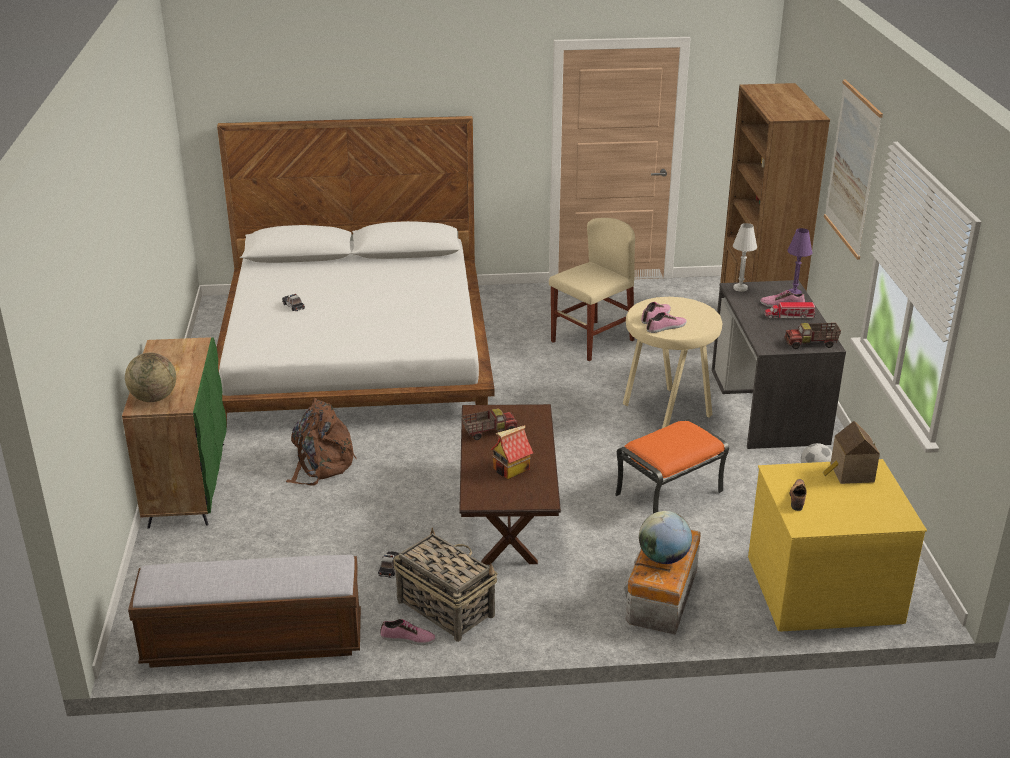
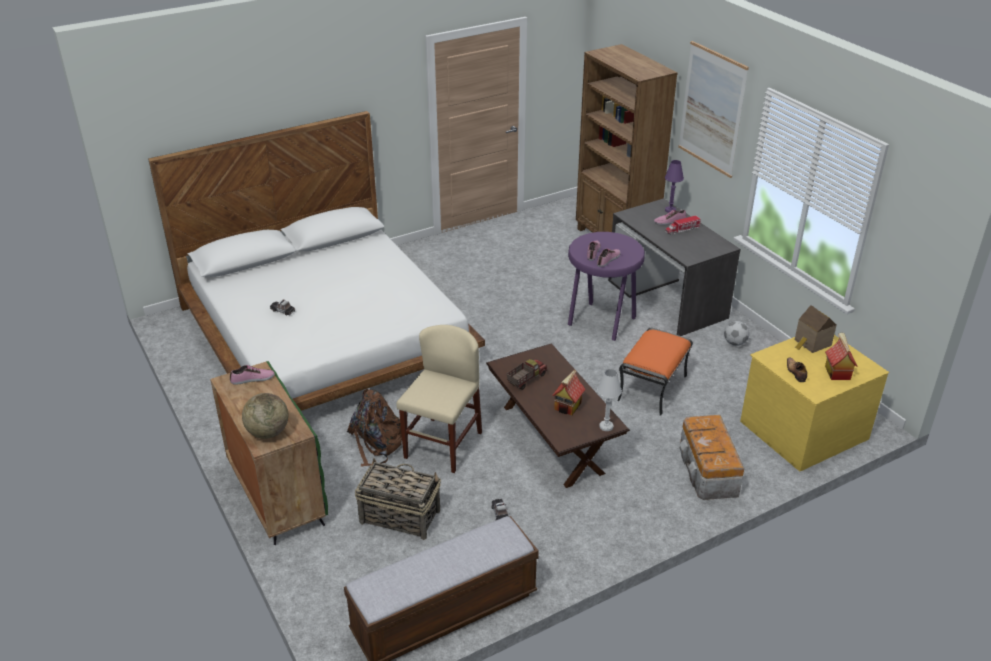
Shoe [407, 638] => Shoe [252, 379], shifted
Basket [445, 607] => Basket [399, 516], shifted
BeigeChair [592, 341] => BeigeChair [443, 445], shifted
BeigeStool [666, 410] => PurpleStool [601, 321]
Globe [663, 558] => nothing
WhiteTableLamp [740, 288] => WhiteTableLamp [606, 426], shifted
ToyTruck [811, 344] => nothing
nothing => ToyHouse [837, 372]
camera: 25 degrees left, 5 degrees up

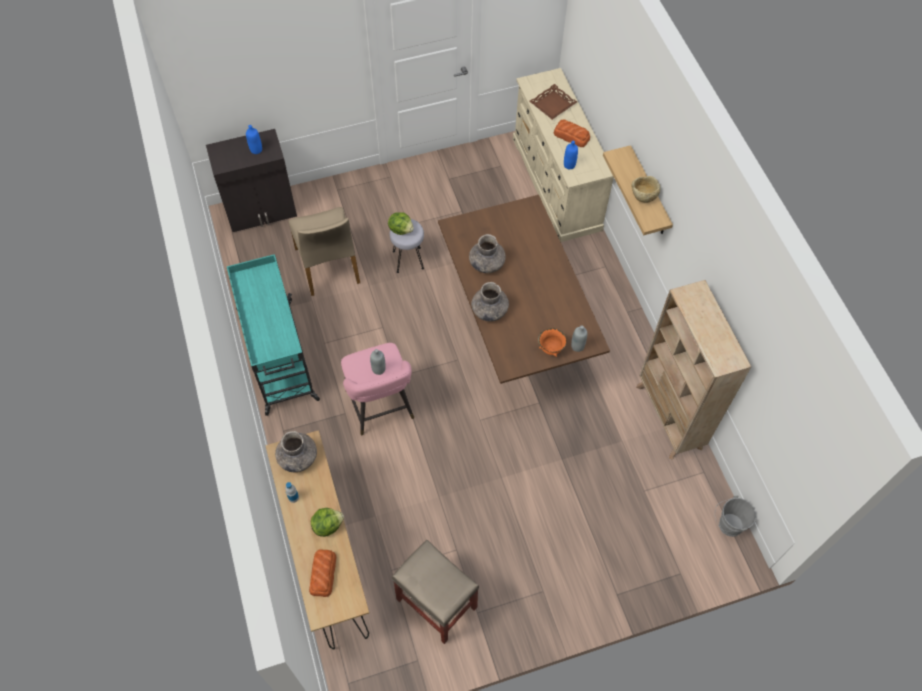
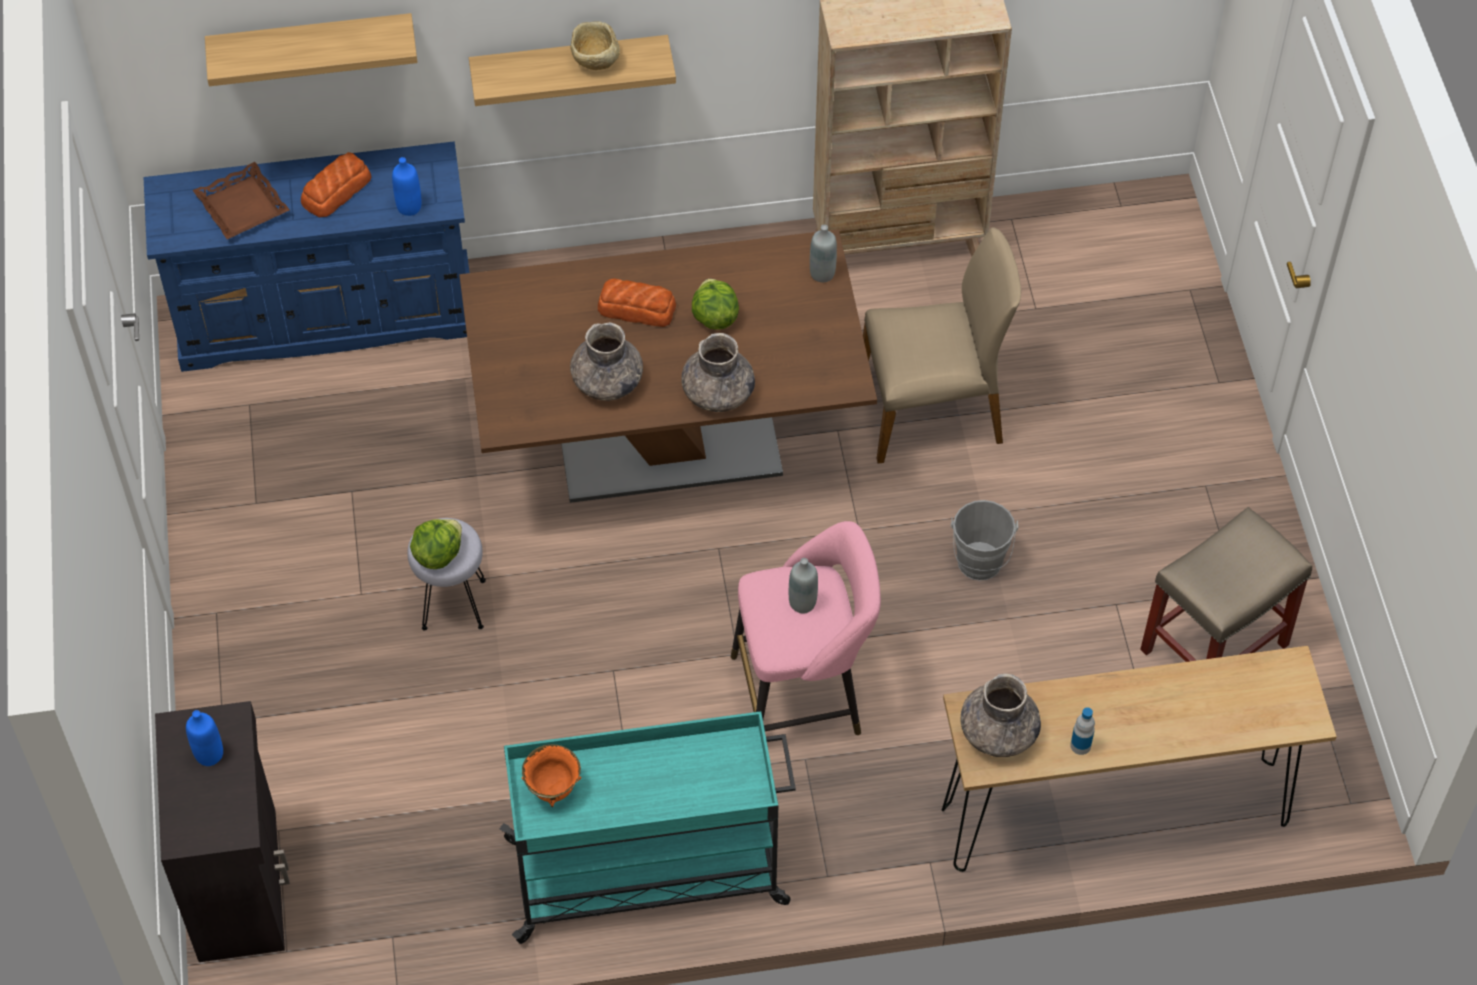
BeigeChair [328, 266] => BeigeChair [932, 409], shifted
Bread [323, 573] => Bread [636, 308], shifted
Lettuce [327, 525] => Lettuce [714, 317], shifted
BeigeDresser [556, 184] => BlueDresser [328, 315]
OrangeBowl [551, 349] => OrangeBowl [552, 789], shifted
GreyBucket [727, 525] => GreyBucket [979, 566], shifted
nothing => Shelf [312, 45]
camera: 80 degrees left, 5 degrees down

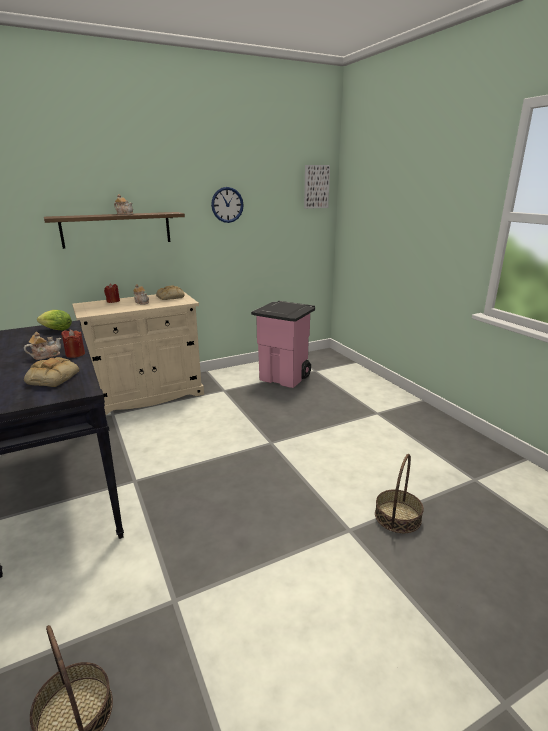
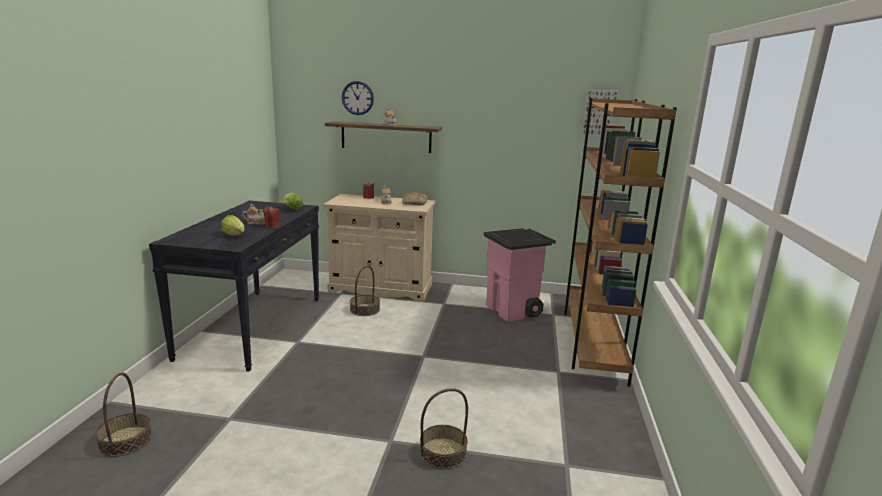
Bread [52, 378] => Lettuce [235, 236]
WallClock [227, 205] => WallClock [357, 98], shifted
nothing => Basket [365, 310]
nothing => BrownBookcase [592, 341]
camera: 35 degrees right, 5 degrees down

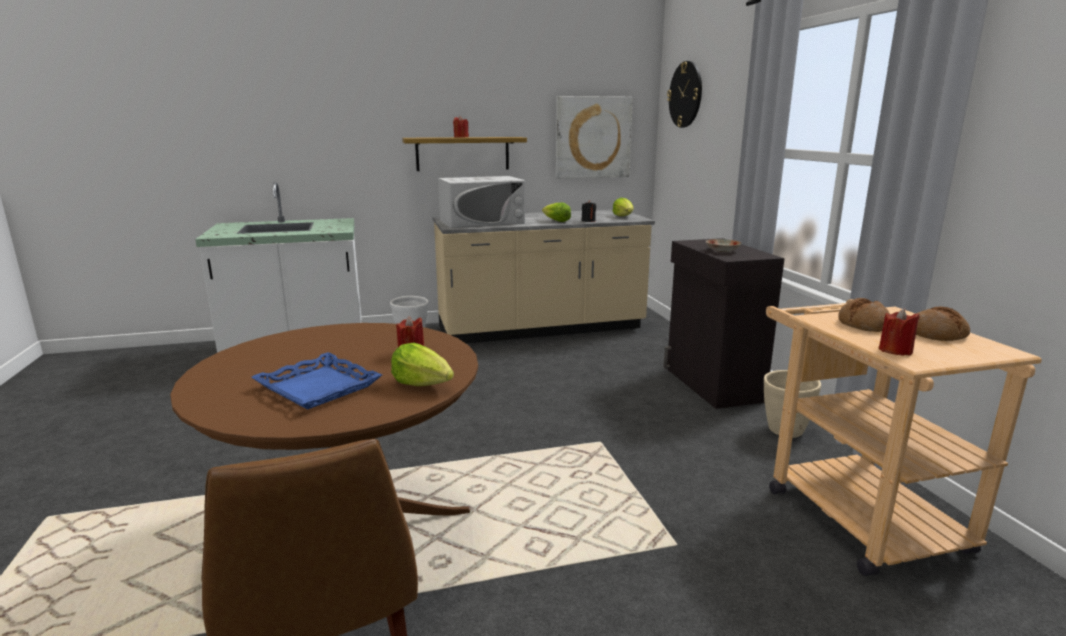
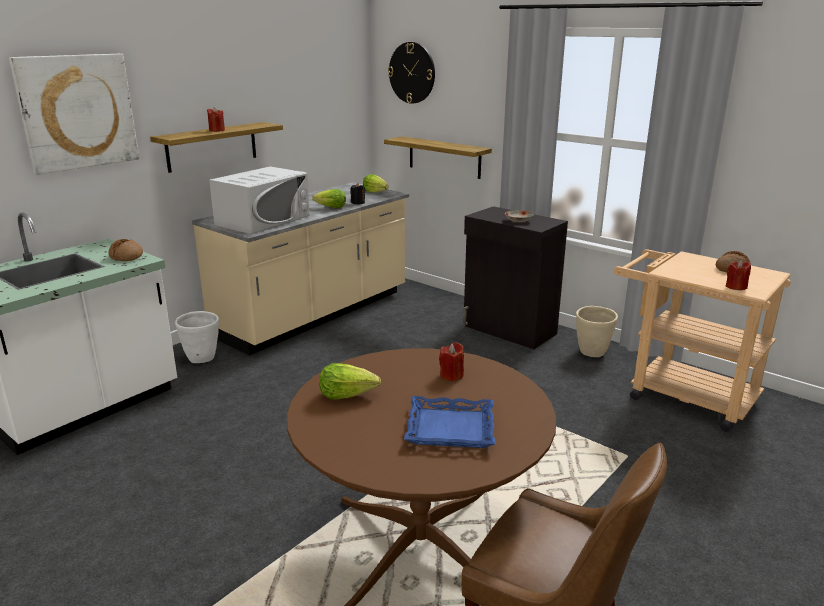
Lettuce [423, 384] => Lettuce [347, 394], shifted
Picture [593, 137] => Picture [77, 112], shifted
Bread [863, 324] => Bread [127, 256], shifted
nothing => Shelf [444, 157]
camera: 35 degrees left, 5 degrees up

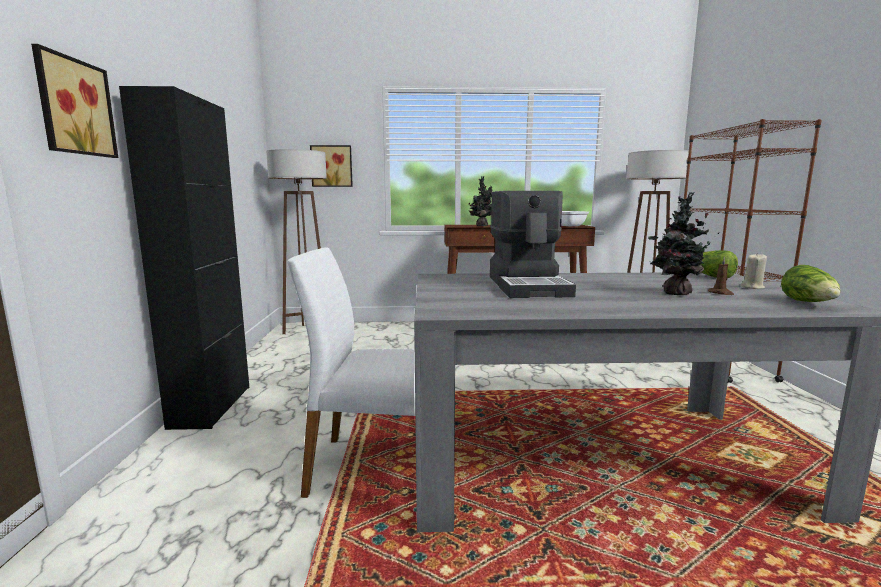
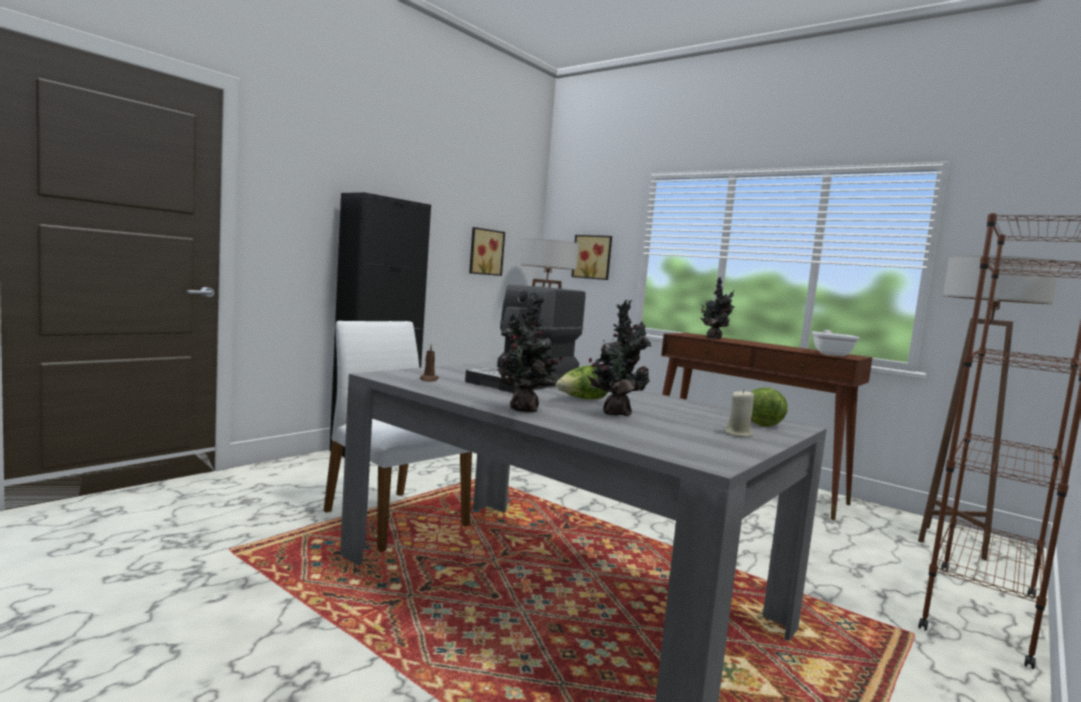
Picture [72, 107] => Picture [485, 252], shifted
BrownCandle [721, 293] => BrownCandle [428, 380], shifted
Lettuce [809, 303] => Lettuce [582, 400], shifted
nothing => PottedPlant [525, 410]
camera: 40 degrees right, 5 degrees down

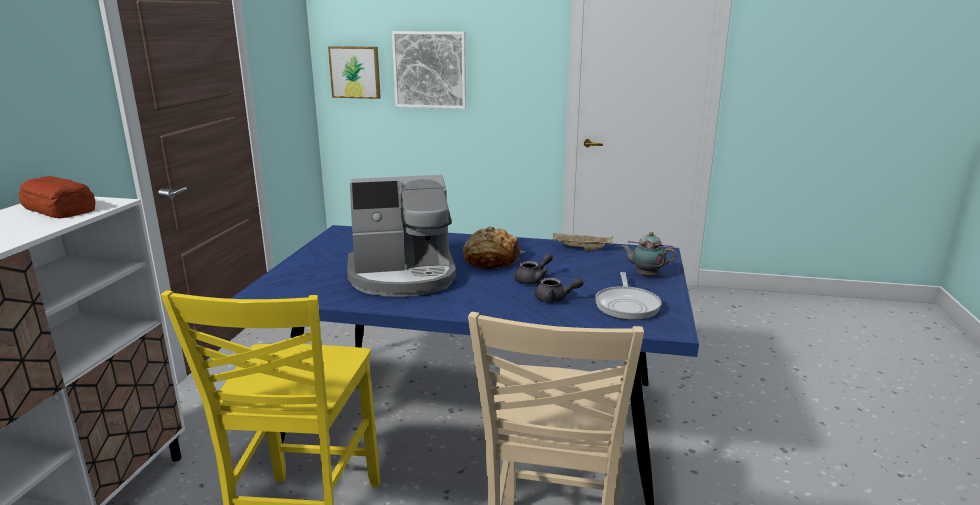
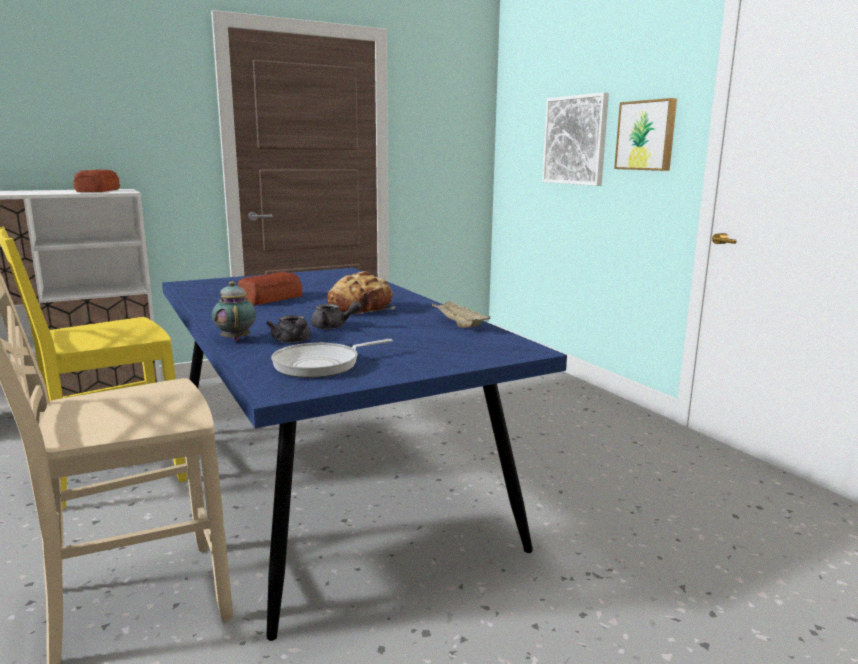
Picture [355, 72] => Picture [647, 135], shifted
CoffeeMachine [403, 276] => Bread [271, 299]
Teapot [645, 275] => Teapot [236, 339], shifted
camera: 50 degrees right, 5 degrees down

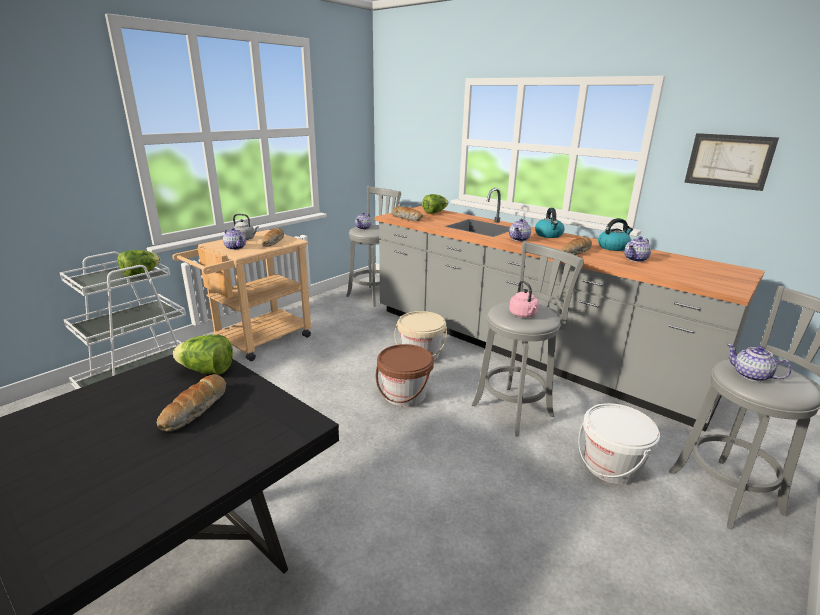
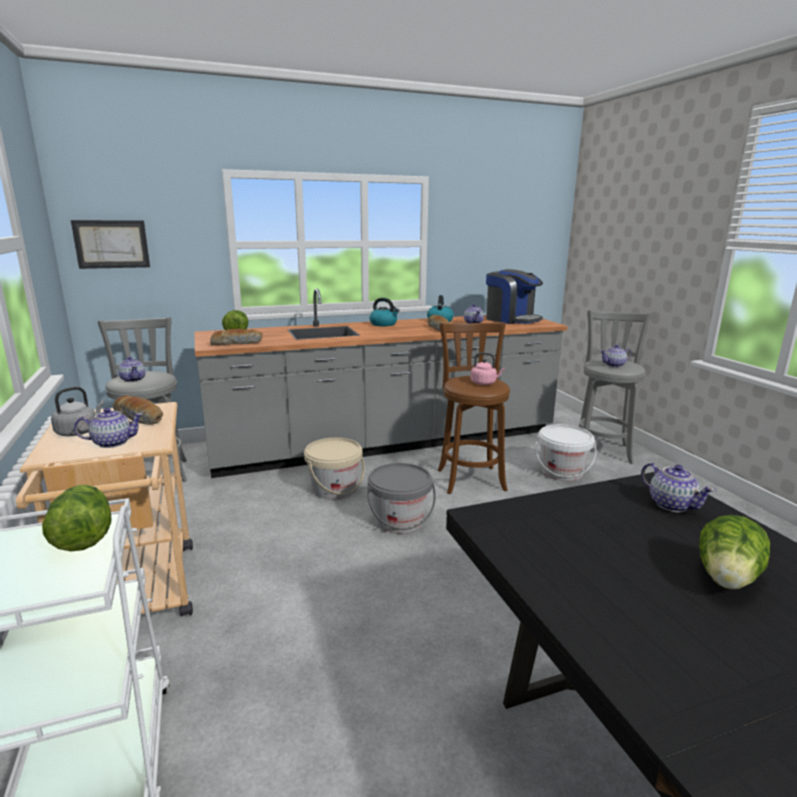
Bread [196, 410] => nothing
Lettuce [207, 371] => Lettuce [727, 579], shifted
BrownBucket [404, 394] => GreyBucket [399, 520]
GreyStool [515, 409] => BrownStool [470, 478]
Teapot [519, 239] => Teapot [671, 504], shifted
Picture [729, 161] => Picture [111, 244], shifted
nothing => CoffeeMachine [511, 319]
camera: 60 degrees left, 5 degrees down

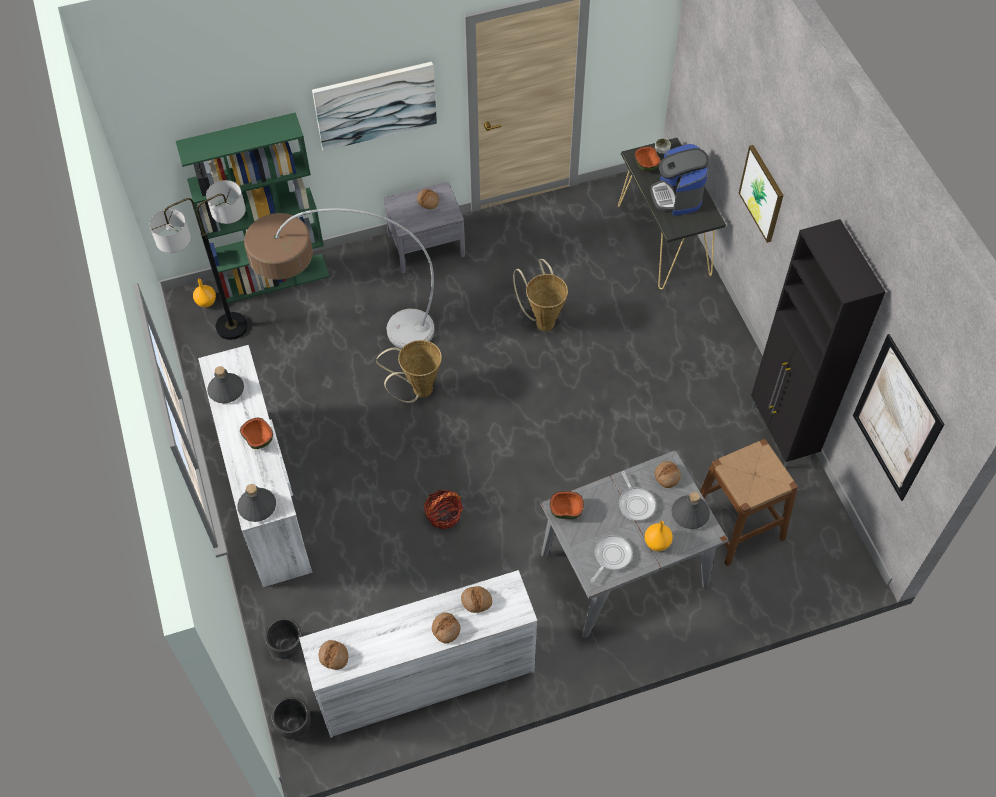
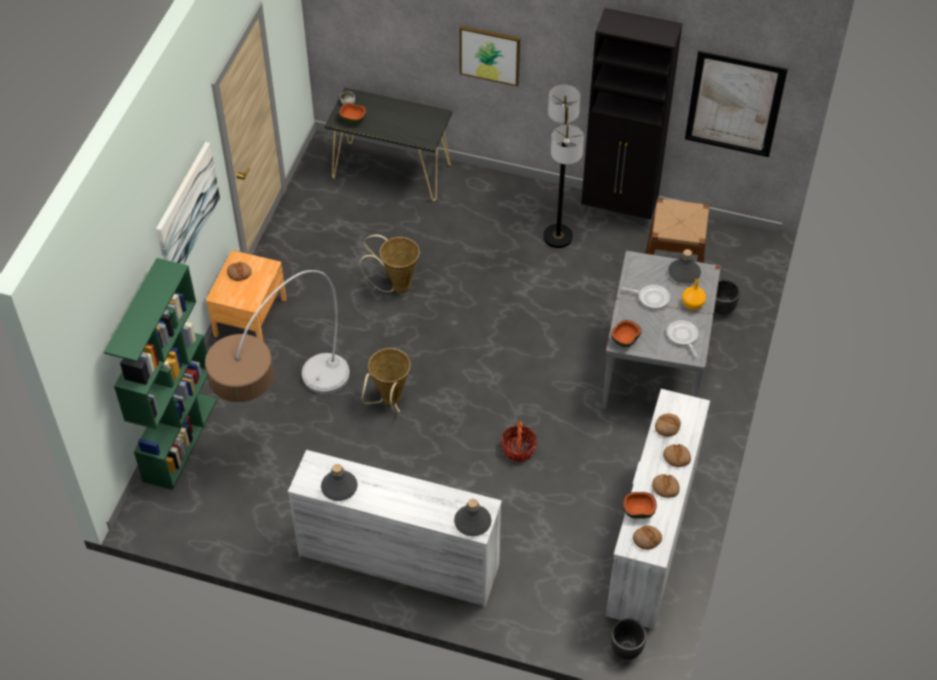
FloorLamp [232, 326] => FloorLamp [558, 237], shifted
OrangeVase [206, 302] => nothing
Bowl [258, 439] => Bowl [638, 511], shifted
BlackPlanter [287, 647] => BlackPlanter [721, 308], shifted
GreyNightstand [426, 245] => BrownNightstand [250, 317]
CoffeeMachine [677, 196] => nothing
Bread [667, 476] => Bread [665, 488], shifted
camera: 55 degrees left, 5 degrees down

